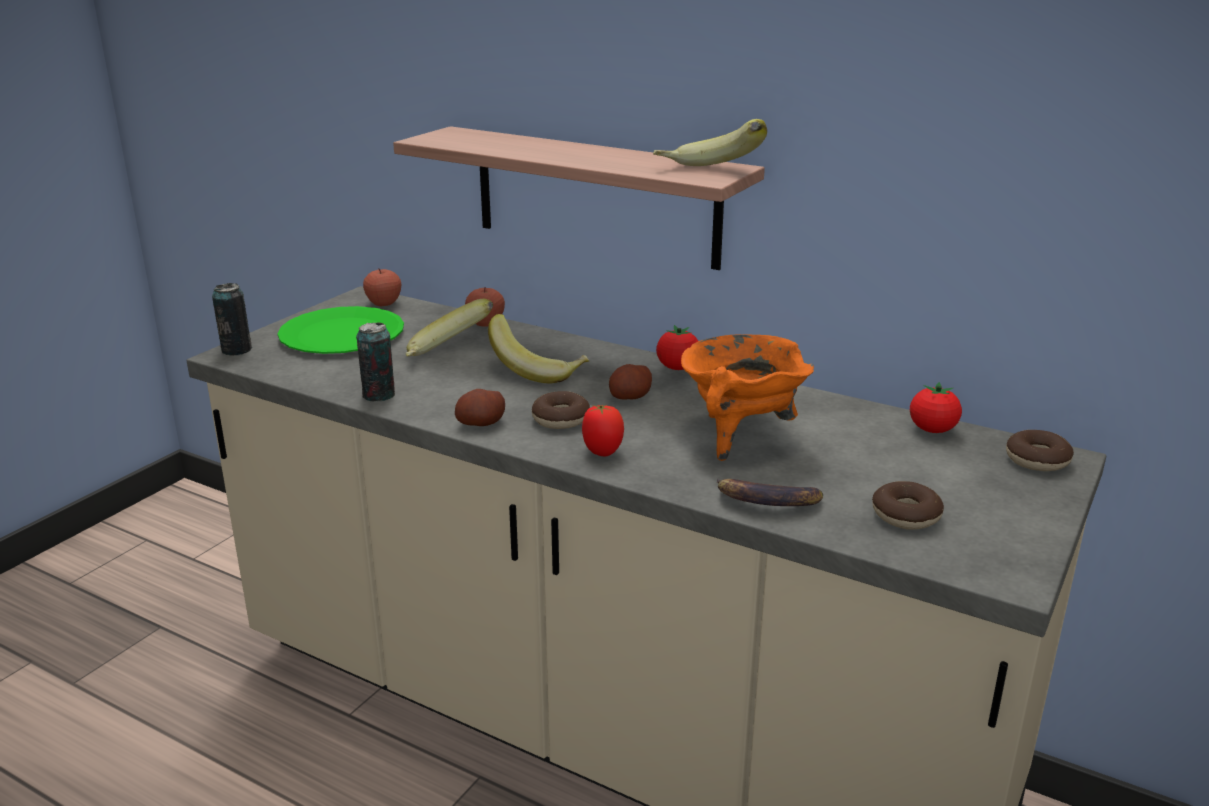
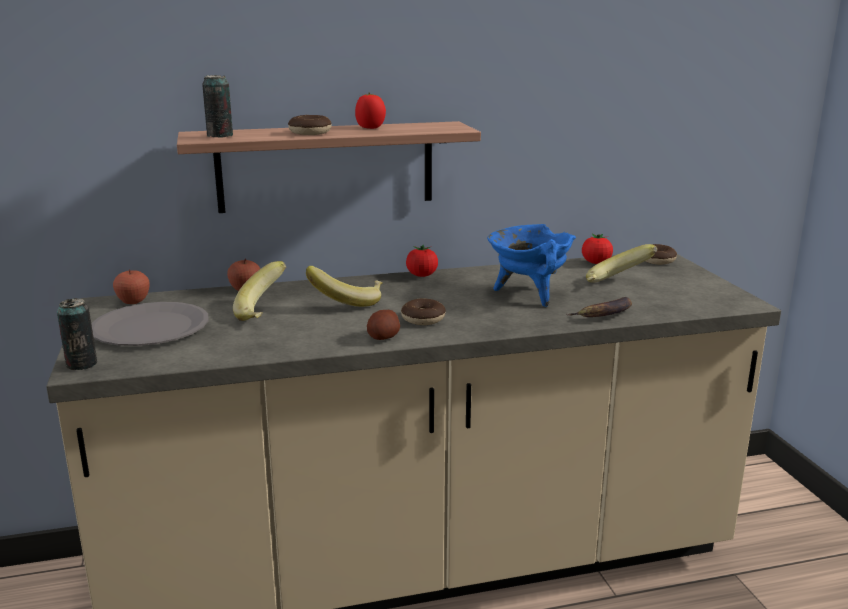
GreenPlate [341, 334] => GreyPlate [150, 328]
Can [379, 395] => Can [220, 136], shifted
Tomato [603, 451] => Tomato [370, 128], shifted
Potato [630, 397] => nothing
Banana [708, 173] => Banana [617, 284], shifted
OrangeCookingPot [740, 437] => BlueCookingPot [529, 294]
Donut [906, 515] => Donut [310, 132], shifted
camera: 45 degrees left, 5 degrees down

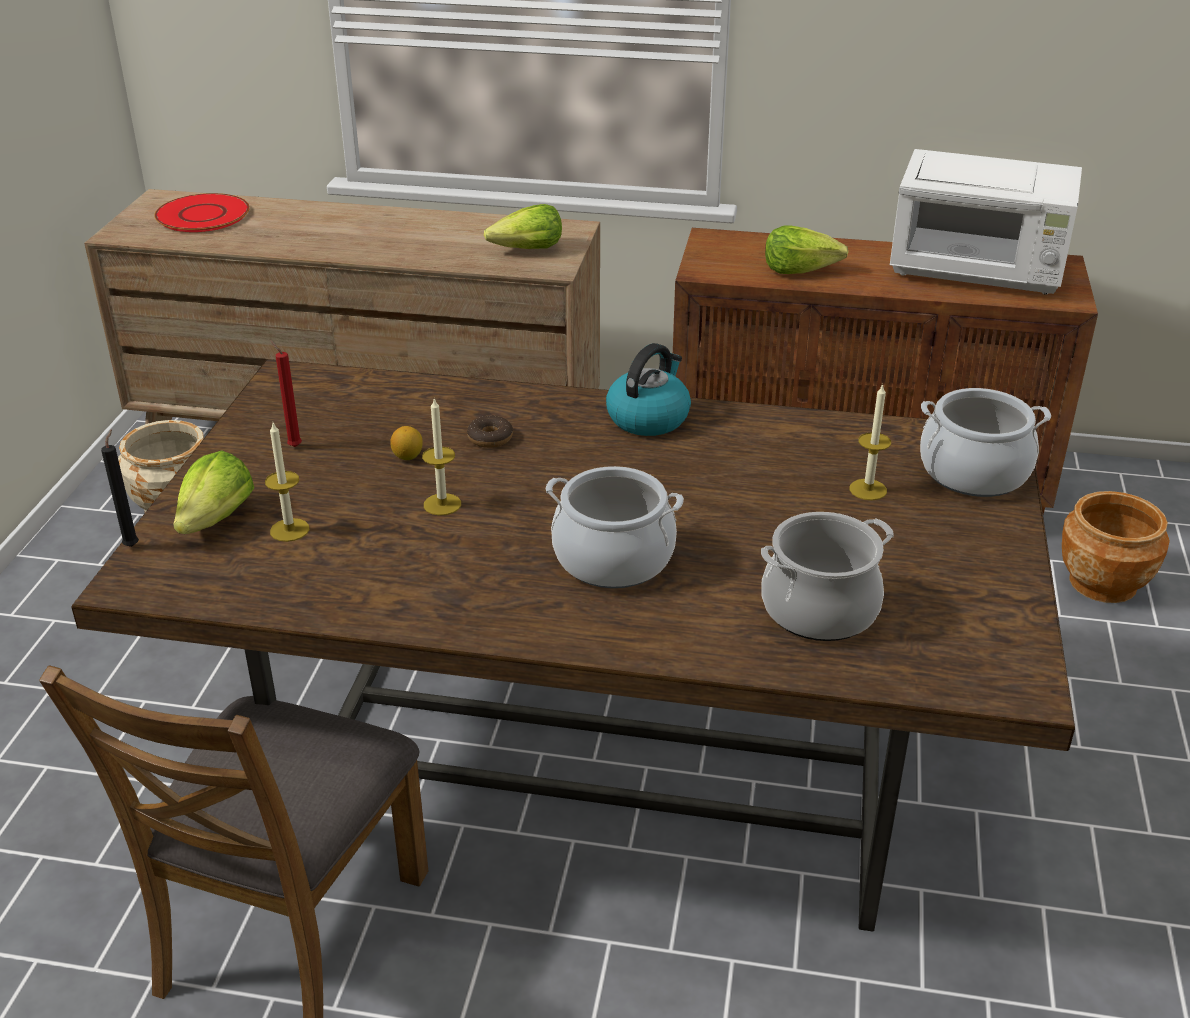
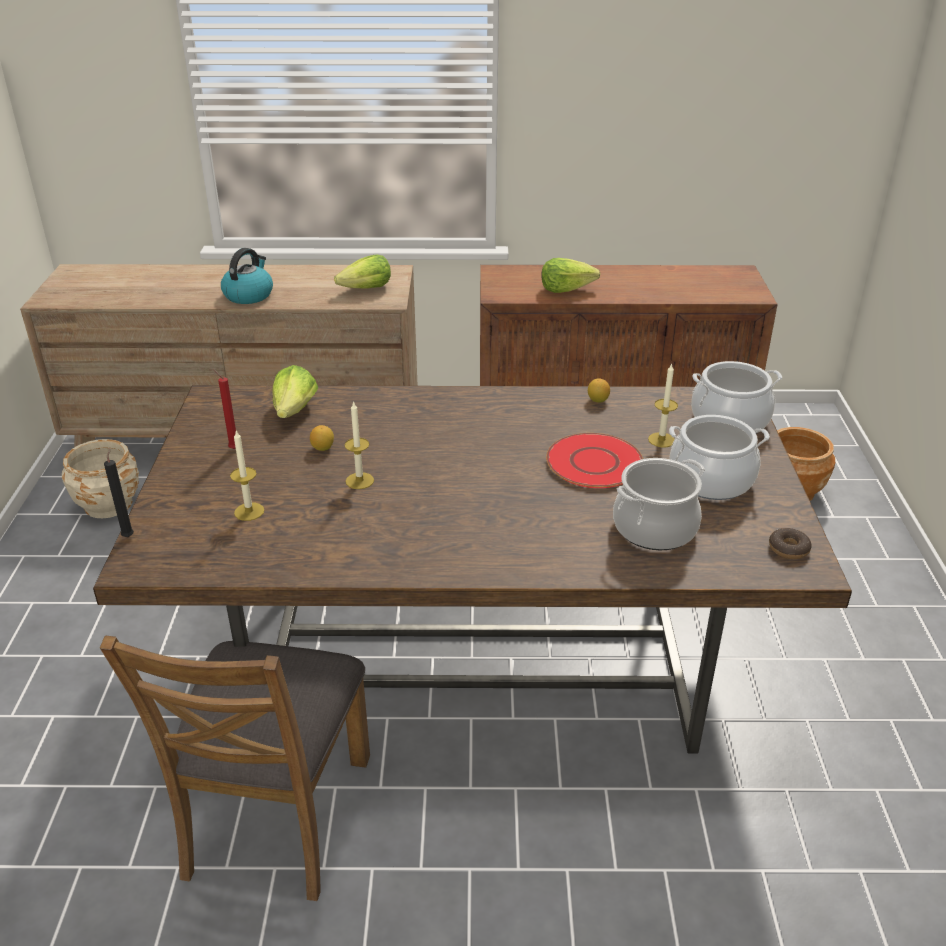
RedPlate [202, 215] => RedPlate [593, 463], shifted
Lettuce [217, 519] => Lettuce [295, 410], shifted
Donut [490, 438] => Donut [788, 549], shifted
CookingPot [613, 559] => CookingPot [711, 480], shifted
Kettle [648, 418] => Kettle [249, 295], shifted
WhiteMicrowave [978, 271] => nothing
nothing => Lemon [598, 400]
camera: 10 degrees left, 0 degrees up

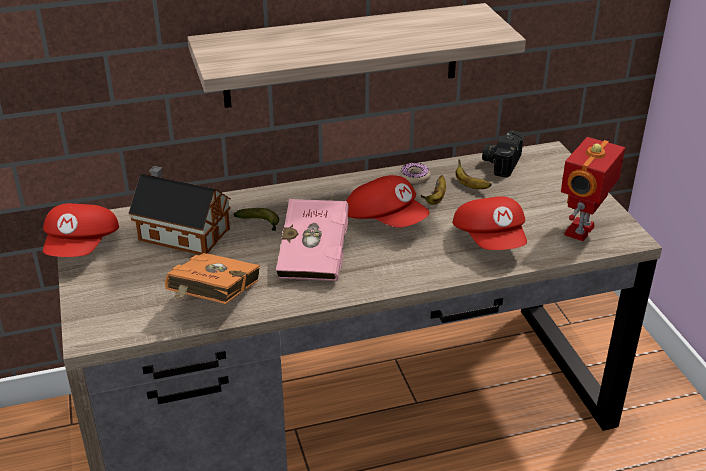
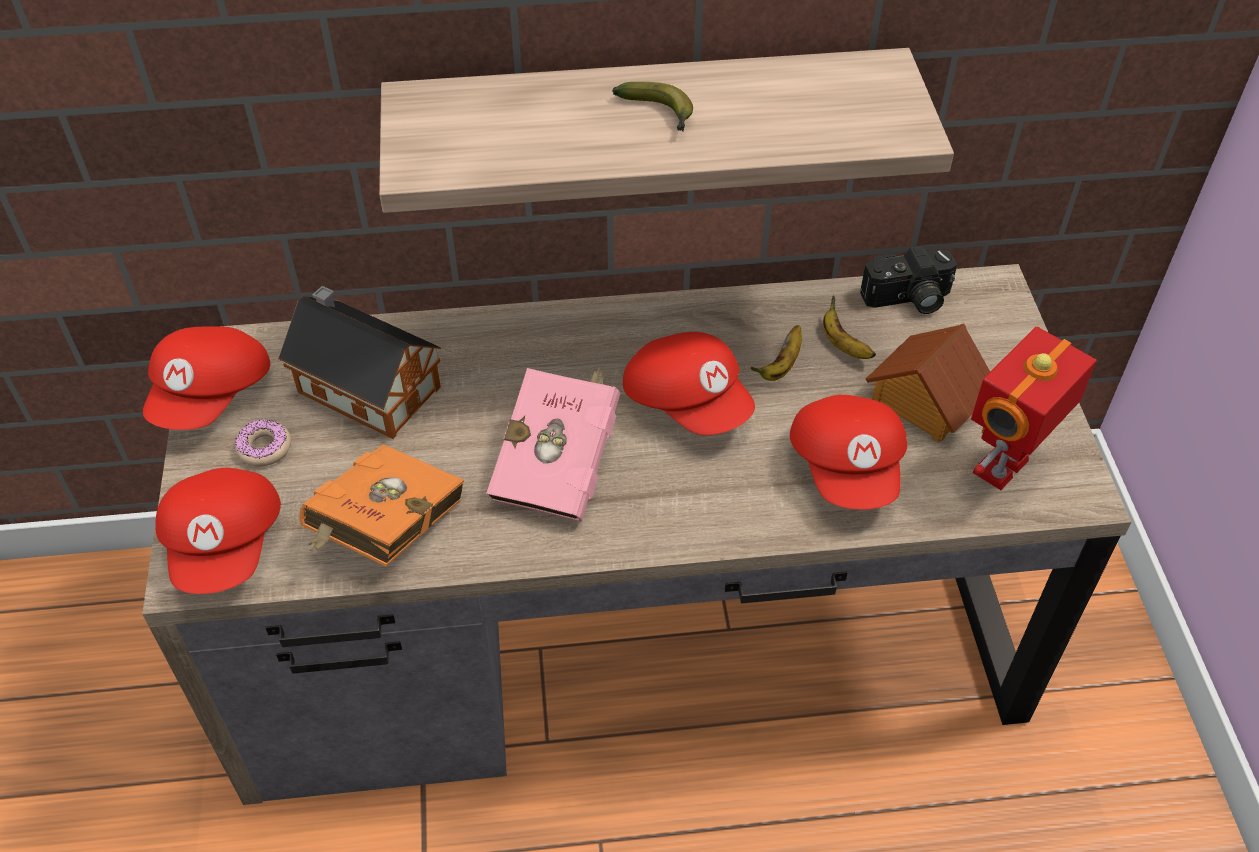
Banana [261, 224] => Banana [659, 114], shifted
Donut [415, 177] => Donut [264, 448], shifted
PhotoCamera [501, 162] => PhotoCamera [908, 300], 135 degrees counterclockwise
nothing => RedCap [227, 545]
nothing => ToyHouse [924, 401]
camera: 10 degrees right, 15 degrees up

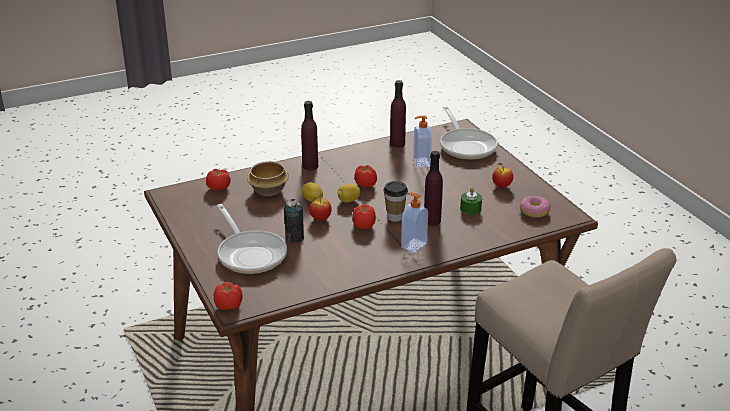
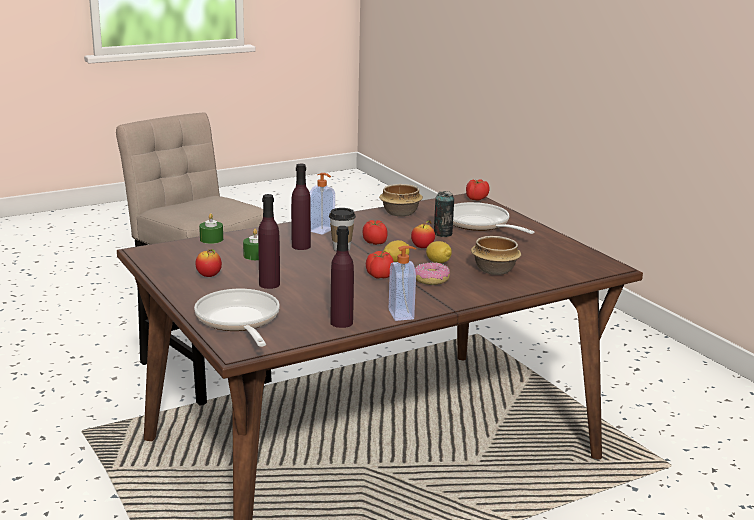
Tomato [218, 188] => nothing
PurpleBottle [310, 166] => PurpleBottle [269, 284], shifted
SoapDispenser [421, 162] => SoapDispenser [402, 314], shifted
Donut [534, 211] => Donut [431, 280], shifted
nothing => GreenCandle [211, 239]
nothing => Bowl [400, 213]
camera: 175 degrees right, 10 degrees down

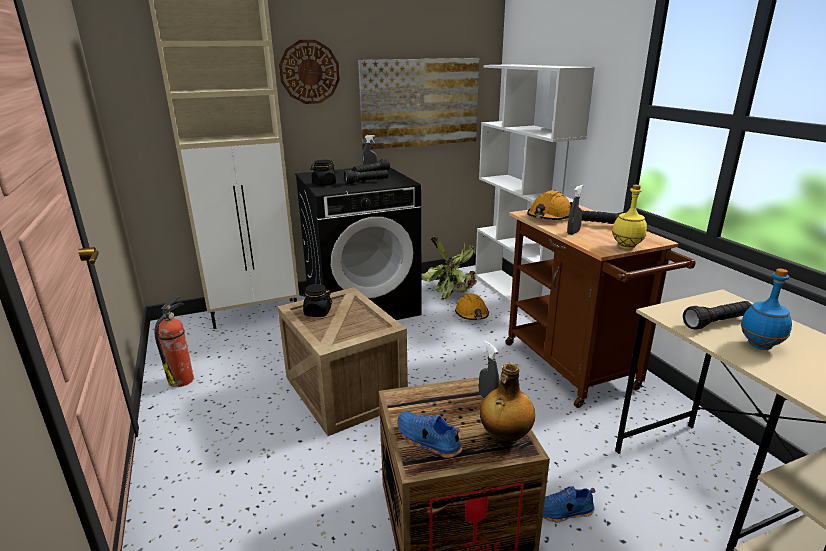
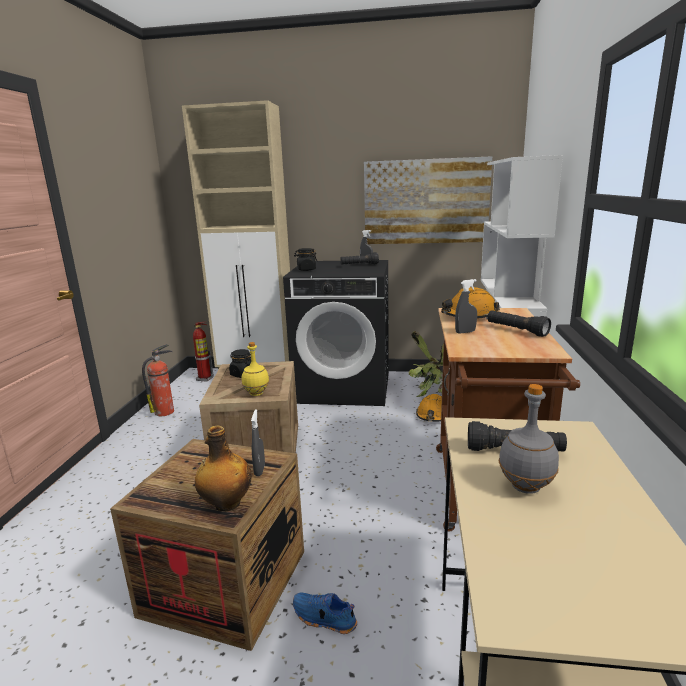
WallClock [309, 72] => nothing
BlackFlashlight [366, 182] => nothing
BlueShoe [427, 441] => nothing
YellowBottle [627, 247] => YellowBottle [256, 394], shifted
BlueBottle [760, 346] => GreyBottle [525, 487]
nothing => FireExtinguisher [205, 378]
camera: 30 degrees right, 5 degrees down

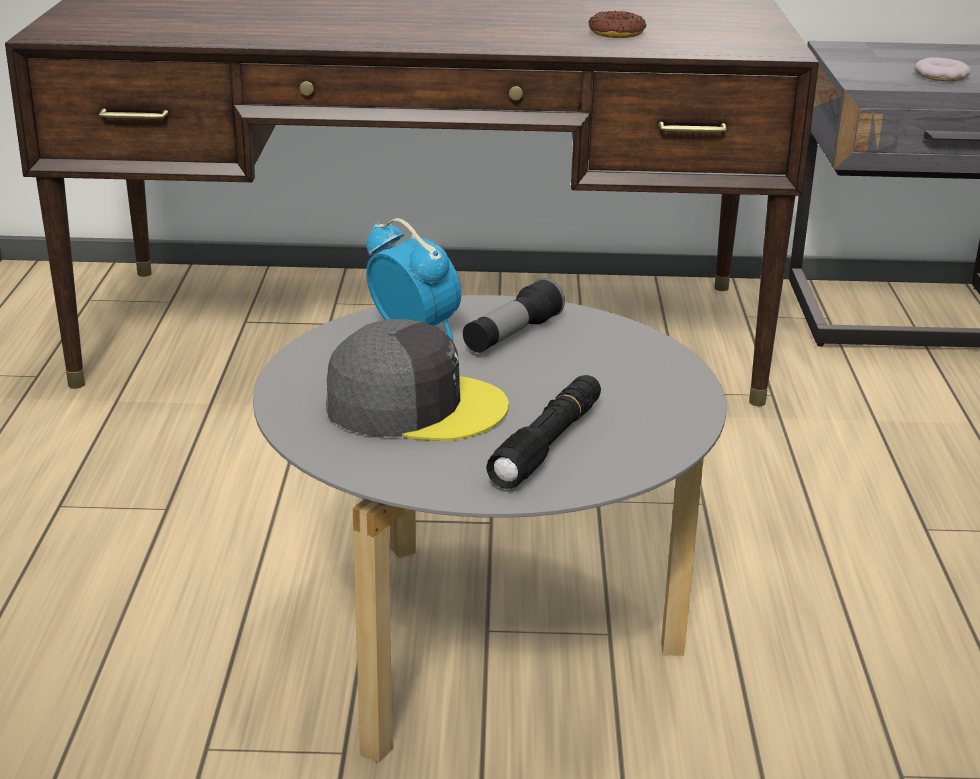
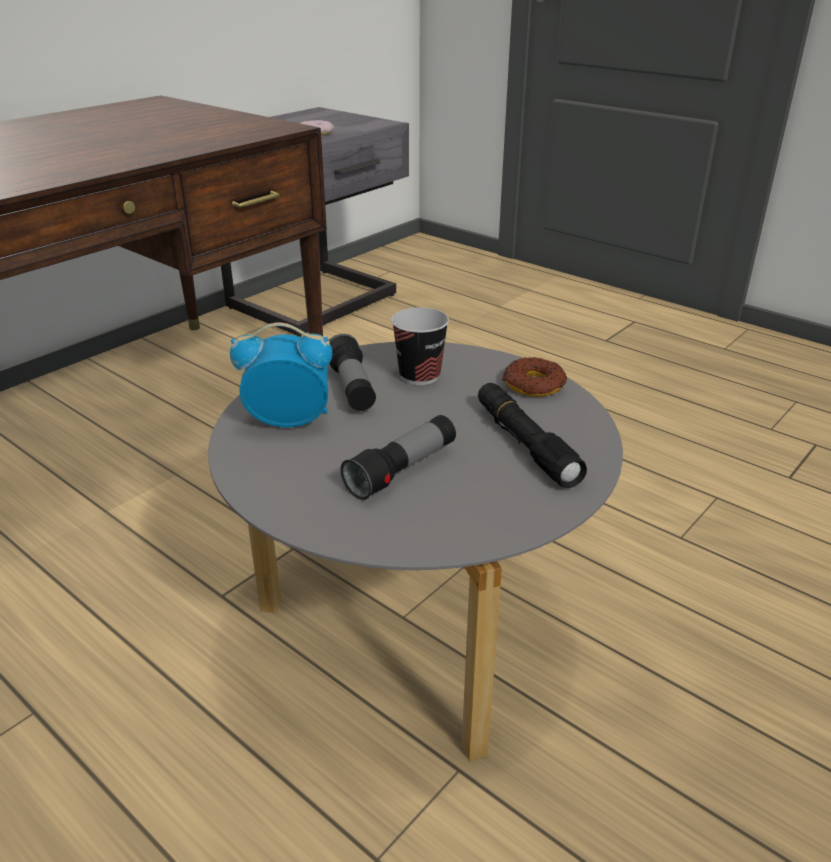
GreyCap [414, 405] => Flashlight [402, 470]
Donut [616, 33] => Donut [533, 385], shifted
nothing => Cup [419, 376]
camera: 50 degrees left, 5 degrees up

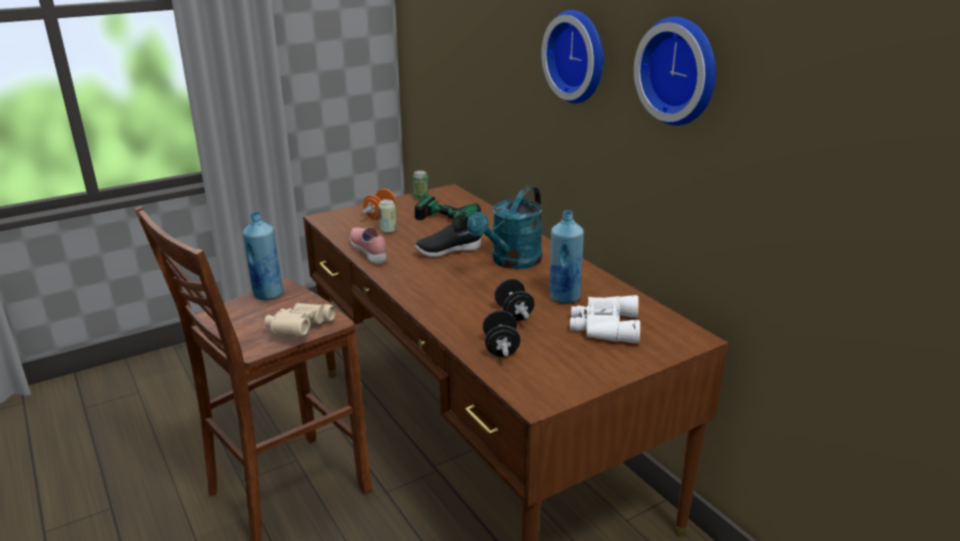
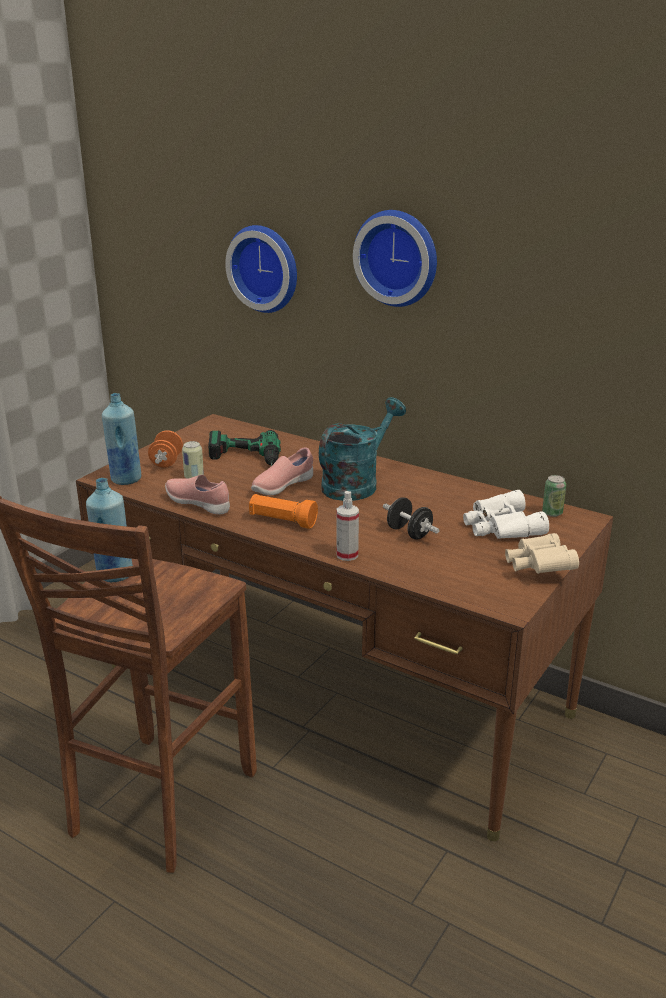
BeigeBinoculars [299, 330] => BeigeBinoculars [538, 568], shifted
Can [421, 198] => Can [552, 513], shifted
BlackShoe [448, 252] => PinkShoe [282, 486]
TurquoiseWateringCan [511, 262] => TurquoiseWateringCan [356, 484], 150 degrees counterclockwise
BlackDumbbell [500, 348] => nothing
BlueBottle [564, 297] => BlueBottle [125, 479], shifted
WallClock [681, 71] => WallClock [266, 268], shifted
nothing => OrangeFlashlight [282, 521]
nothing => SprayBottle [347, 555]
camera: 25 degrees left, 0 degrees up

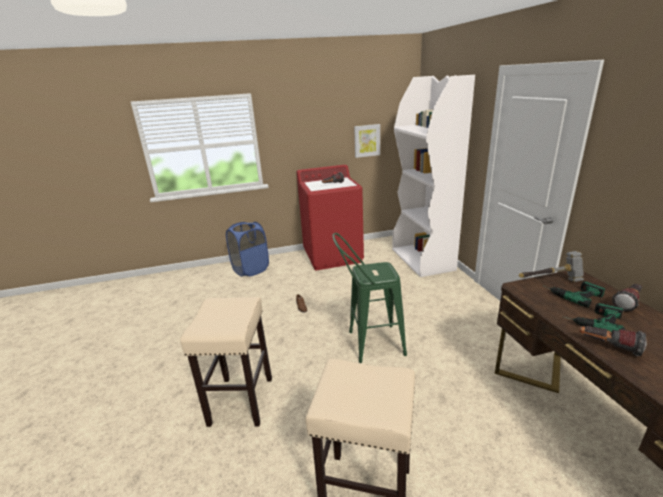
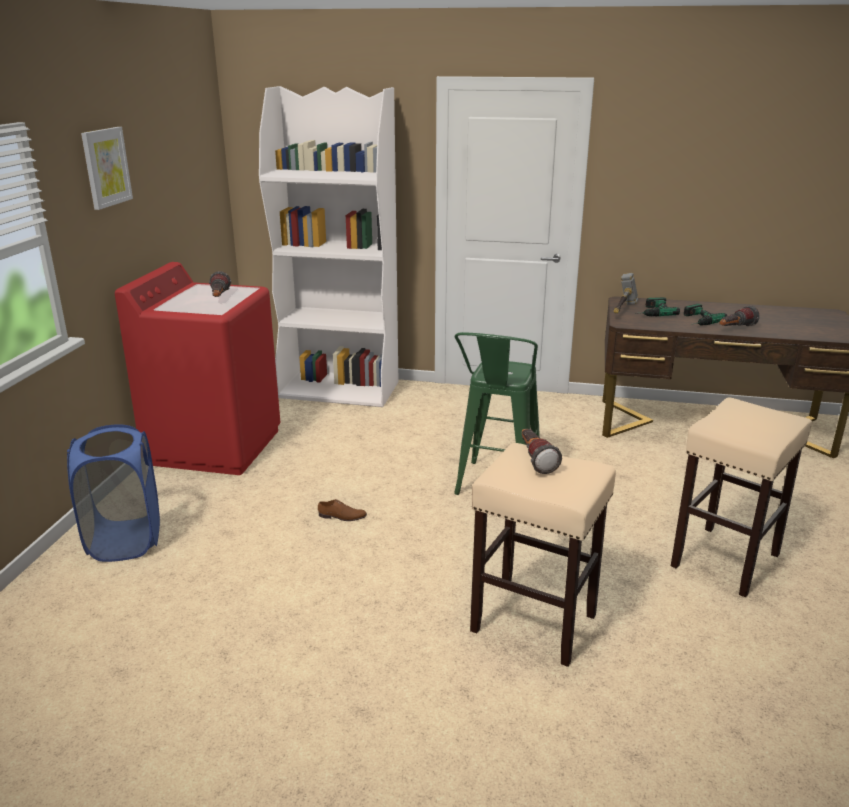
Picture [367, 140] => Picture [106, 167], shifted
Flashlight [628, 303] => Flashlight [535, 460], shifted
camera: 65 degrees left, 0 degrees up

